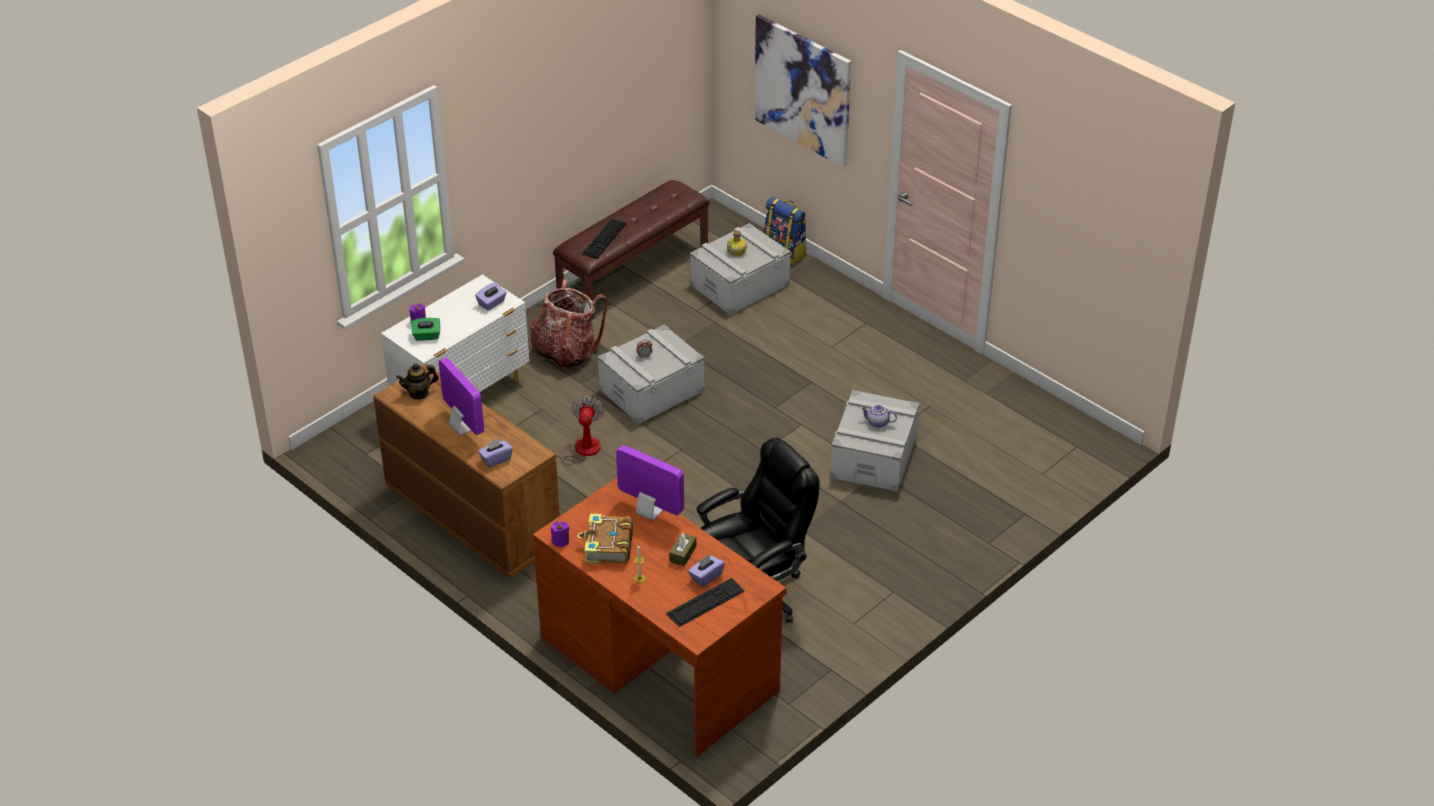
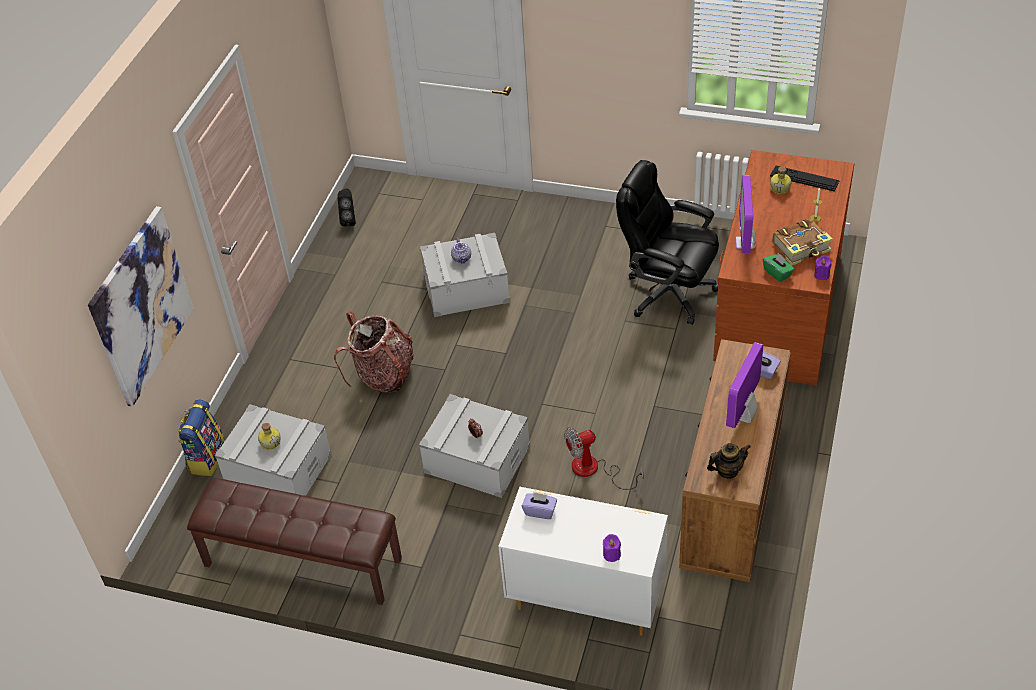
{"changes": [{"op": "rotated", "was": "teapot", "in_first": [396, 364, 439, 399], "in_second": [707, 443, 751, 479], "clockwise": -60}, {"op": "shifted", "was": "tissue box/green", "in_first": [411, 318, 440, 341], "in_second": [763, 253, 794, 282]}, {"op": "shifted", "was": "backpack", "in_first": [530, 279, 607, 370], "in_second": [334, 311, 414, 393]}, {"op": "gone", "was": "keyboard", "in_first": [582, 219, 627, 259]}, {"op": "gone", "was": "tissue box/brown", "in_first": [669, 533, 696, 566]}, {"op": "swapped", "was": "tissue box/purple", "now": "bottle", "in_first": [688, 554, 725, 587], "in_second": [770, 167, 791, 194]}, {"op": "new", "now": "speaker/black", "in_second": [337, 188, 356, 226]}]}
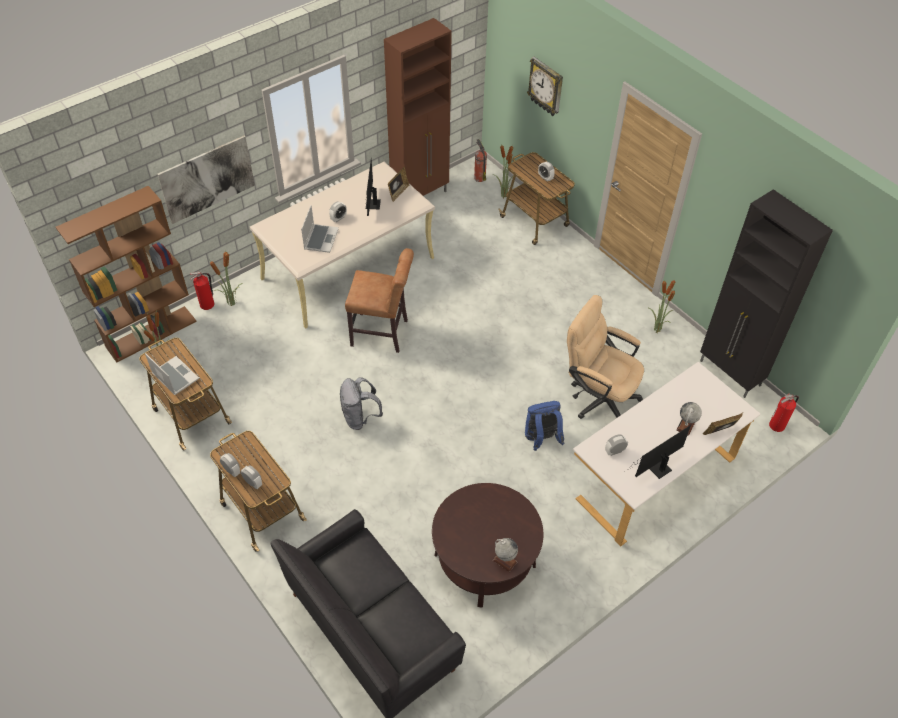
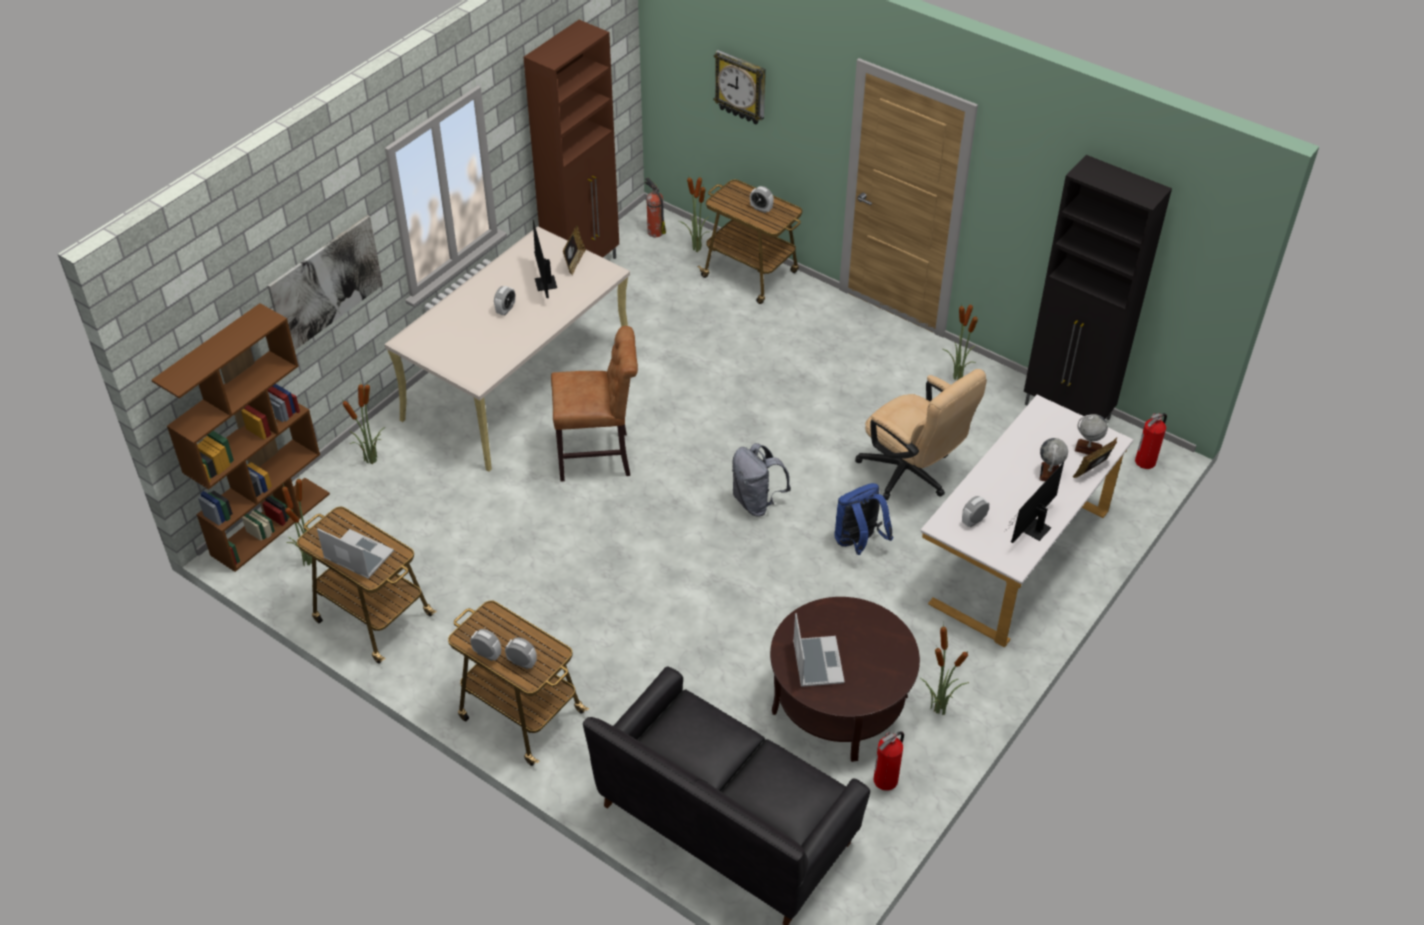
{"changes": [{"op": "shifted", "was": "fire extinguisher", "in_first": [190, 271, 214, 310], "in_second": [874, 731, 904, 791]}, {"op": "shifted", "was": "laptop", "in_first": [301, 205, 339, 253], "in_second": [793, 613, 845, 687]}, {"op": "shifted", "was": "backpack/grey", "in_first": [340, 377, 383, 430], "in_second": [732, 443, 791, 516]}, {"op": "shifted", "was": "globe", "in_first": [493, 538, 518, 572], "in_second": [1075, 414, 1108, 455]}, {"op": "rotated", "was": "office chair/beige", "in_first": [567, 295, 644, 419], "in_second": [855, 369, 987, 500], "clockwise": -150}, {"op": "new", "now": "potted plant", "in_second": [920, 625, 969, 715]}]}
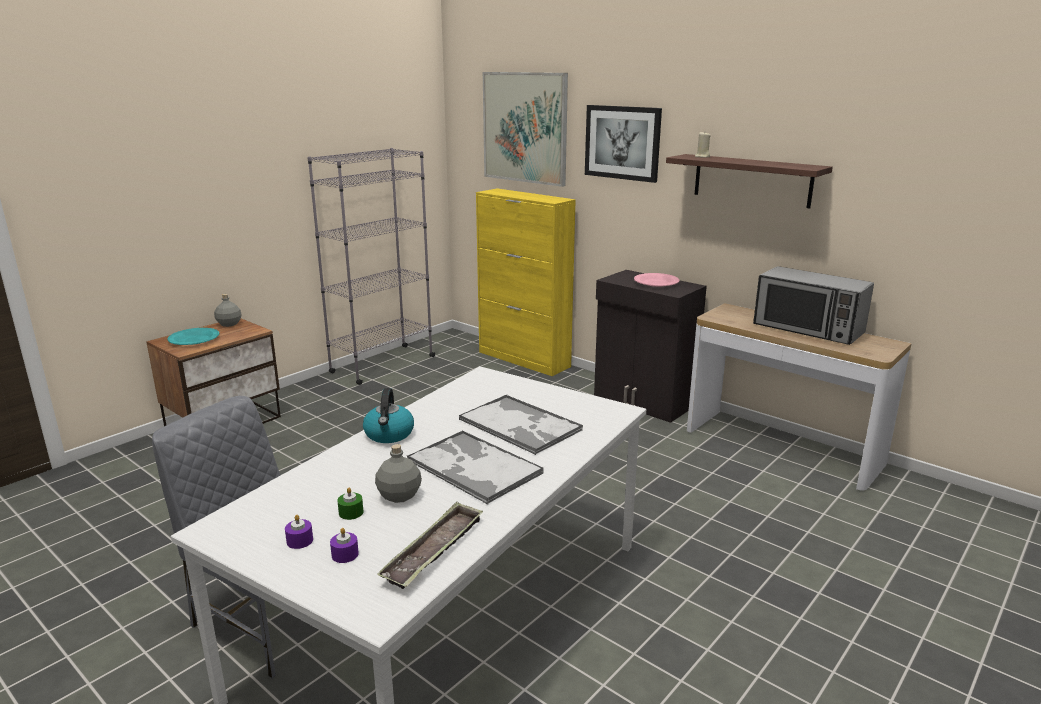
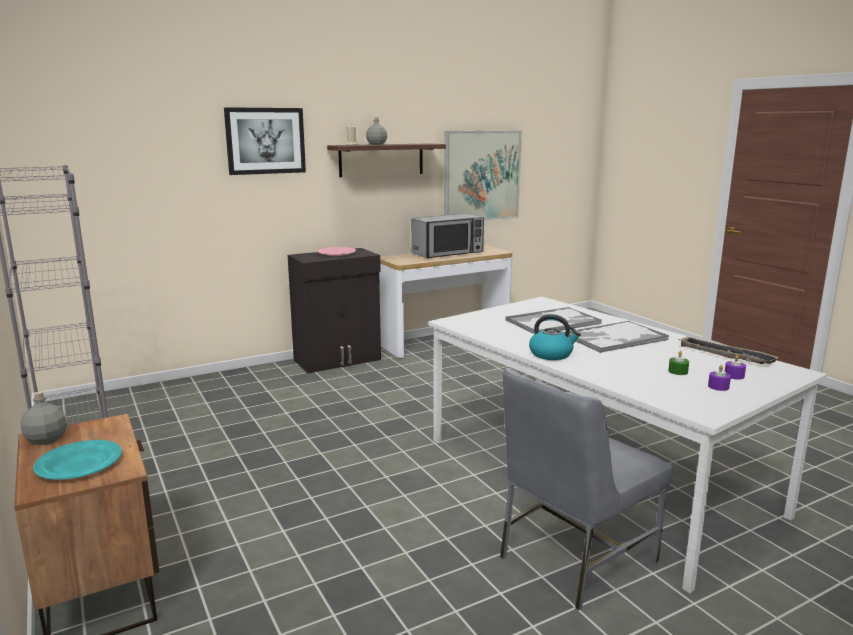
{"changes": [{"op": "shifted", "was": "bottle/grey", "in_first": [375, 444, 422, 503], "in_second": [366, 117, 387, 145]}, {"op": "gone", "was": "cabinet/yellow", "in_first": [476, 188, 576, 376]}, {"op": "shifted", "was": "picture", "in_first": [483, 72, 568, 187], "in_second": [444, 130, 522, 220]}]}
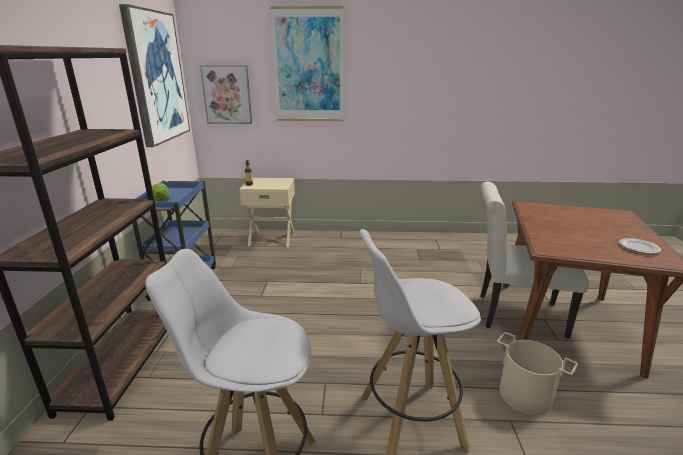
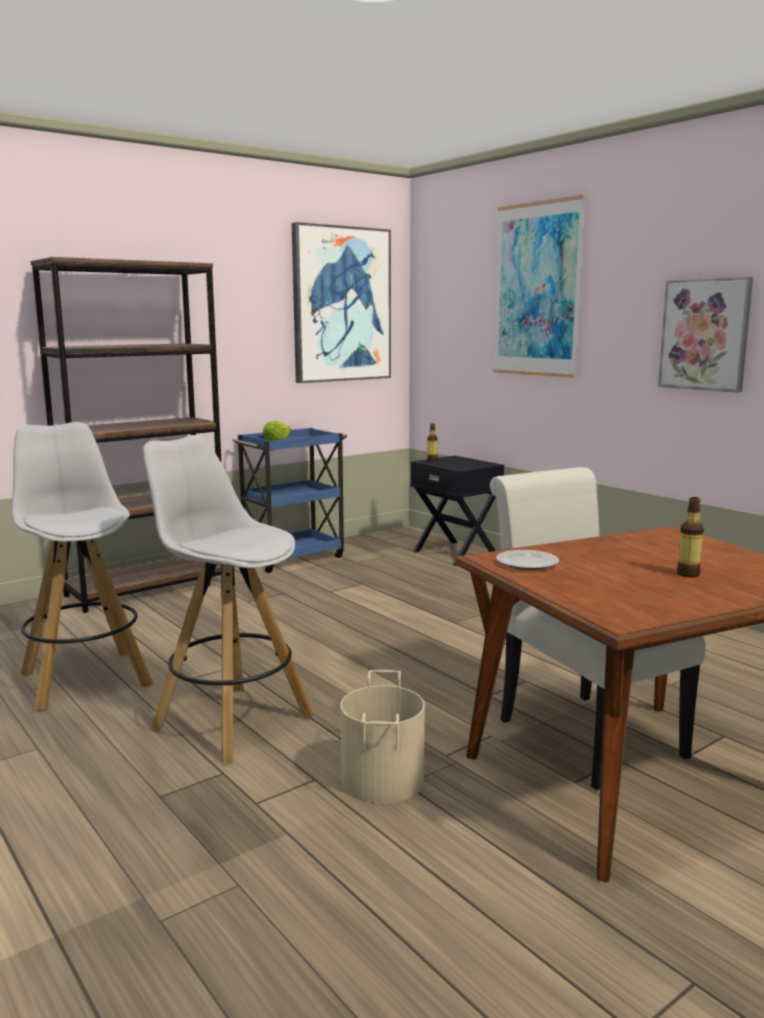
{"changes": [{"op": "shifted", "was": "picture", "in_first": [200, 65, 252, 124], "in_second": [658, 277, 753, 393]}, {"op": "repainted", "was": "nightstand/beige", "now": "nightstand/black", "in_first": [239, 178, 295, 247], "in_second": [410, 456, 504, 566]}, {"op": "shifted", "was": "plate", "in_first": [619, 238, 661, 254], "in_second": [496, 550, 559, 570]}, {"op": "new", "now": "bottle", "in_second": [677, 497, 704, 577]}]}
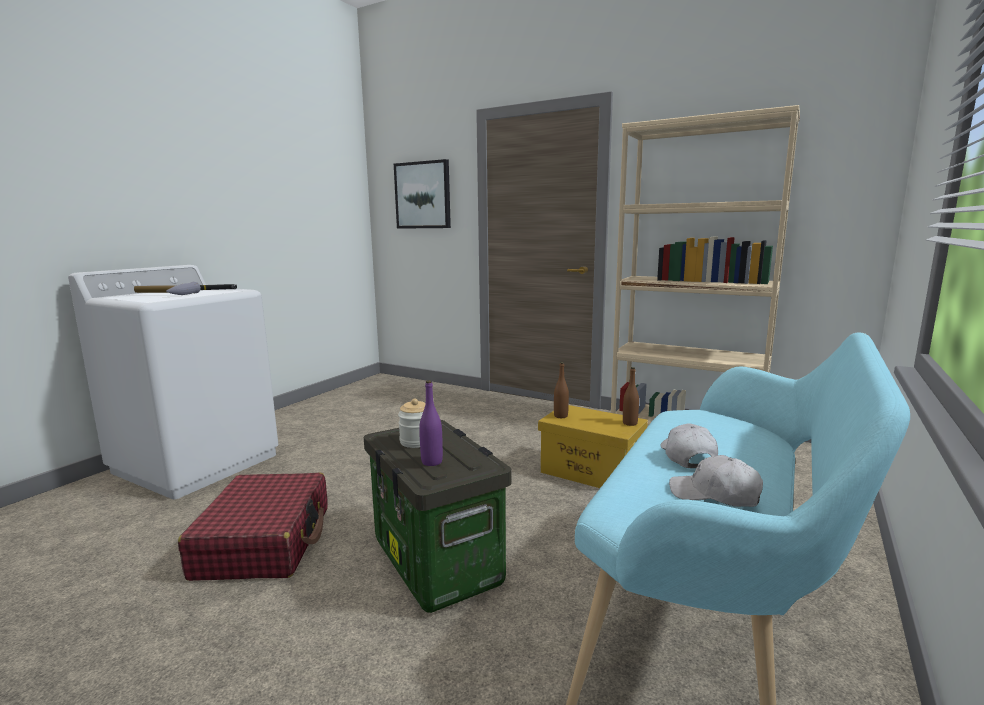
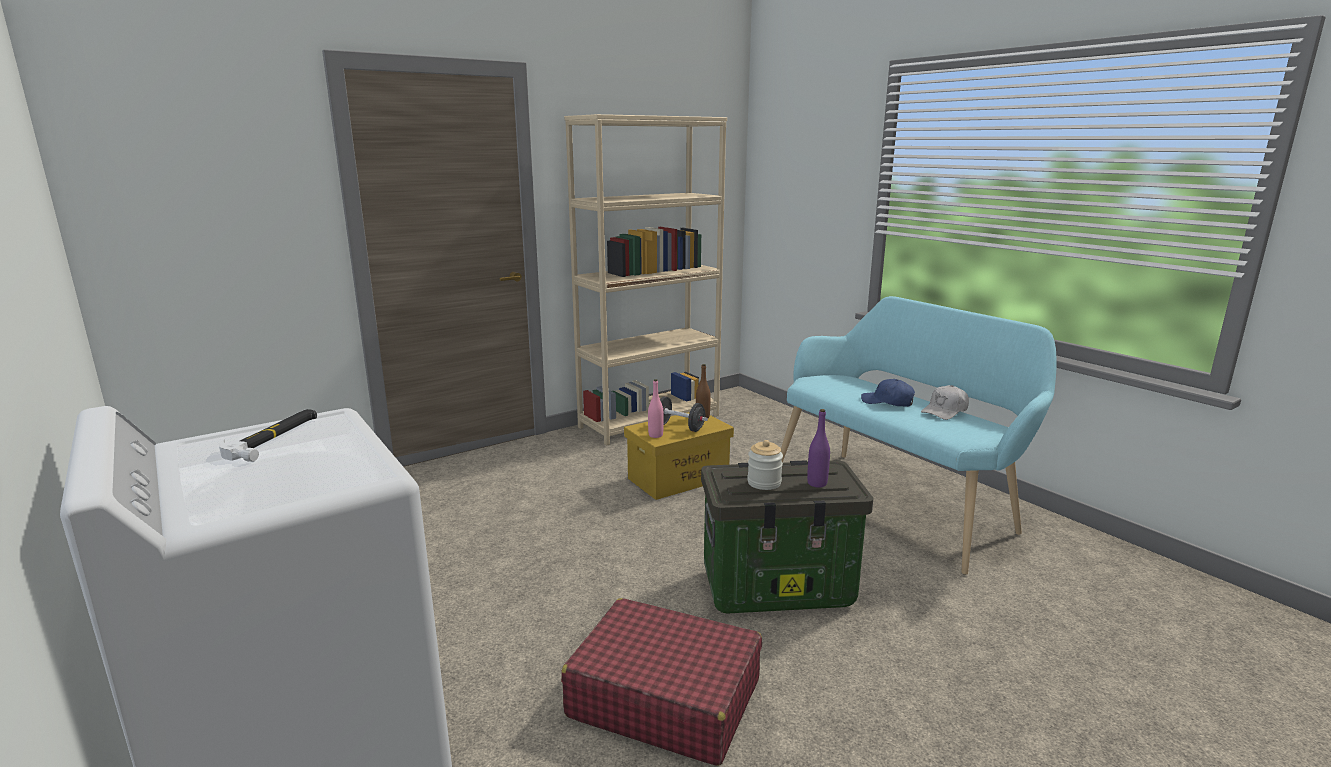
{"changes": [{"op": "gone", "was": "hammer", "in_first": [134, 282, 201, 295]}, {"op": "gone", "was": "picture", "in_first": [394, 159, 451, 229]}, {"op": "repainted", "was": "bottle/brown", "now": "bottle/pink", "in_first": [554, 362, 569, 418], "in_second": [648, 379, 664, 438]}, {"op": "repainted", "was": "cap/white", "now": "cap/blue", "in_first": [661, 423, 718, 469], "in_second": [861, 379, 915, 407]}, {"op": "new", "now": "dumbbell/black", "in_second": [660, 397, 708, 432]}]}
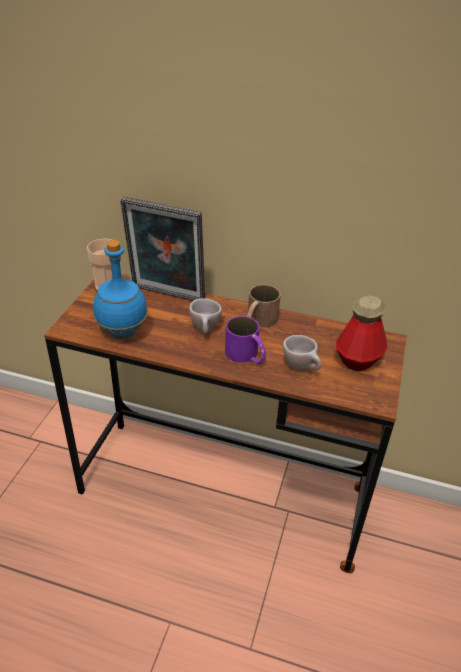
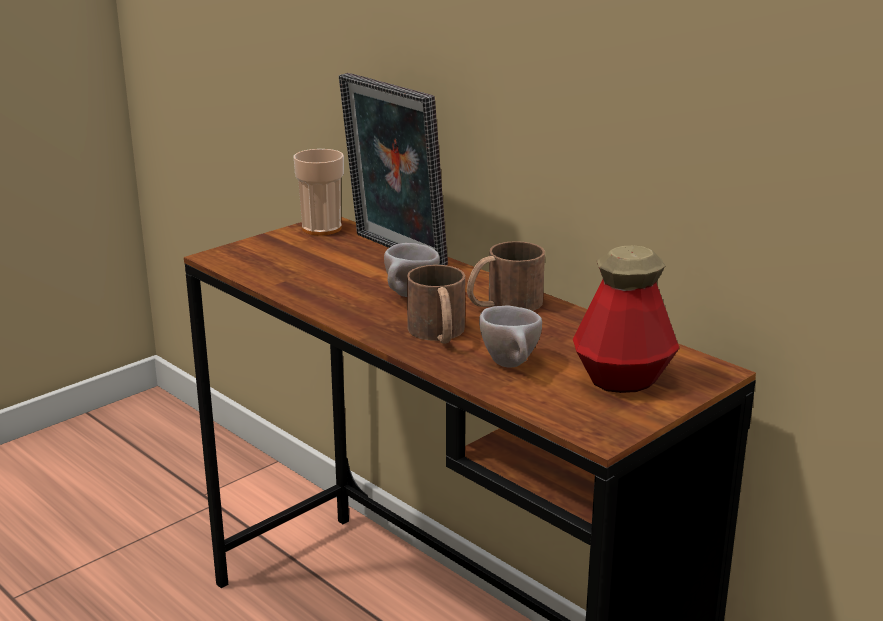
{"changes": [{"op": "gone", "was": "bottle/blue", "in_first": [93, 240, 148, 340]}, {"op": "repainted", "was": "mug/purple", "now": "mug/brown", "in_first": [225, 316, 266, 364], "in_second": [407, 265, 465, 344]}]}
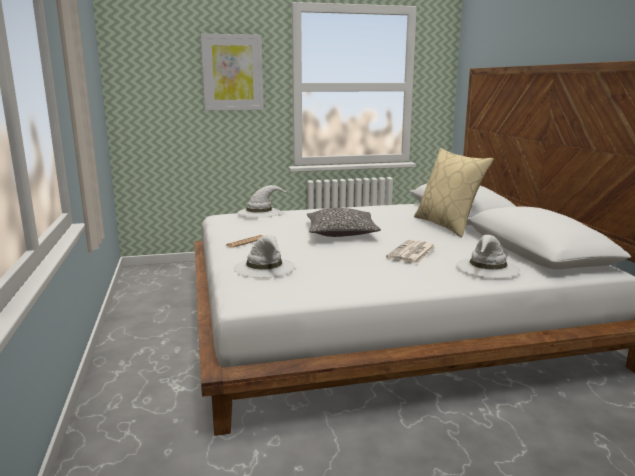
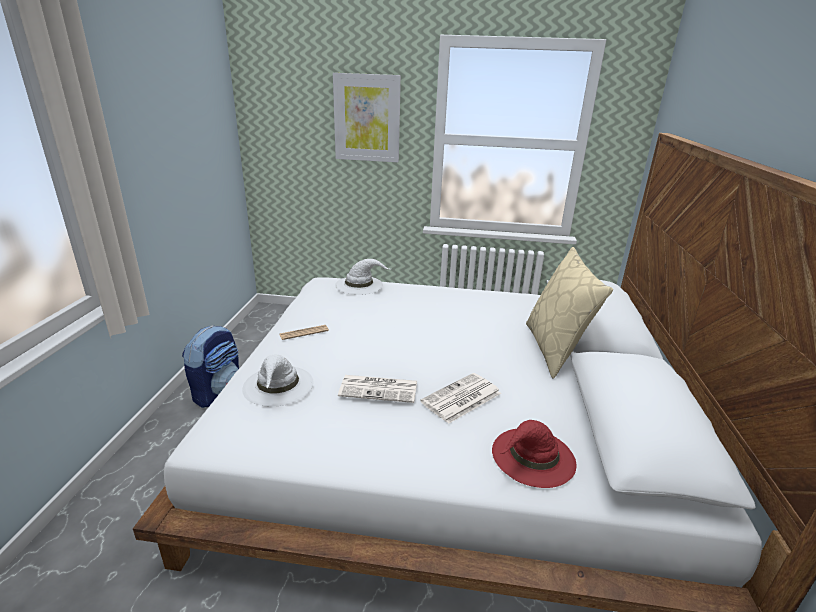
{"changes": [{"op": "gone", "was": "pillow", "in_first": [307, 208, 381, 237]}, {"op": "repainted", "was": "hat/white", "now": "hat/red", "in_first": [456, 235, 520, 278], "in_second": [492, 420, 576, 488]}, {"op": "new", "now": "backpack", "in_second": [182, 325, 239, 408]}, {"op": "new", "now": "newspaper", "in_second": [338, 375, 417, 403]}]}
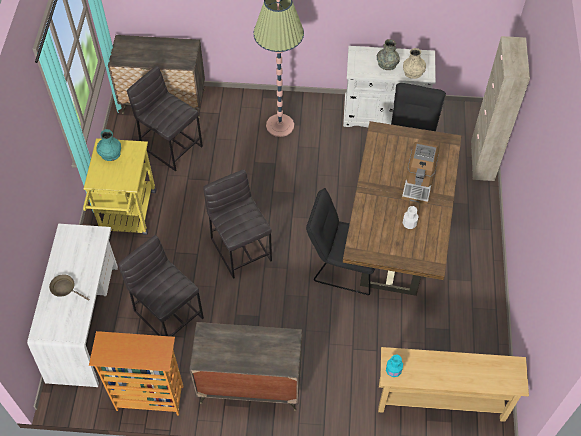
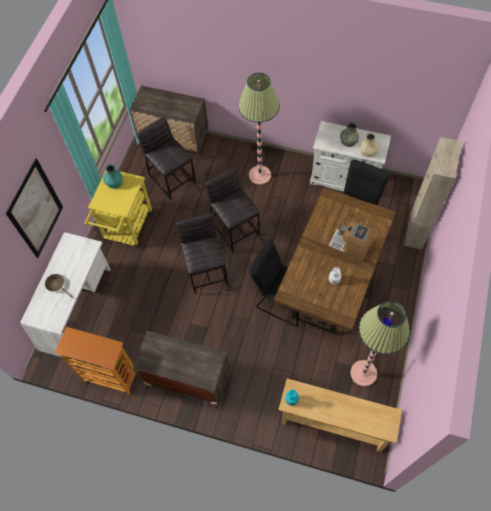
{"changes": [{"op": "shifted", "was": "stool/grey", "in_first": [118, 235, 204, 337], "in_second": [205, 167, 260, 251]}, {"op": "rotated", "was": "coffee machine", "in_first": [402, 142, 439, 205], "in_second": [328, 222, 375, 261], "clockwise": 90}, {"op": "new", "now": "picture", "in_second": [6, 158, 63, 258]}, {"op": "new", "now": "floor lamp", "in_second": [350, 301, 410, 386]}]}
